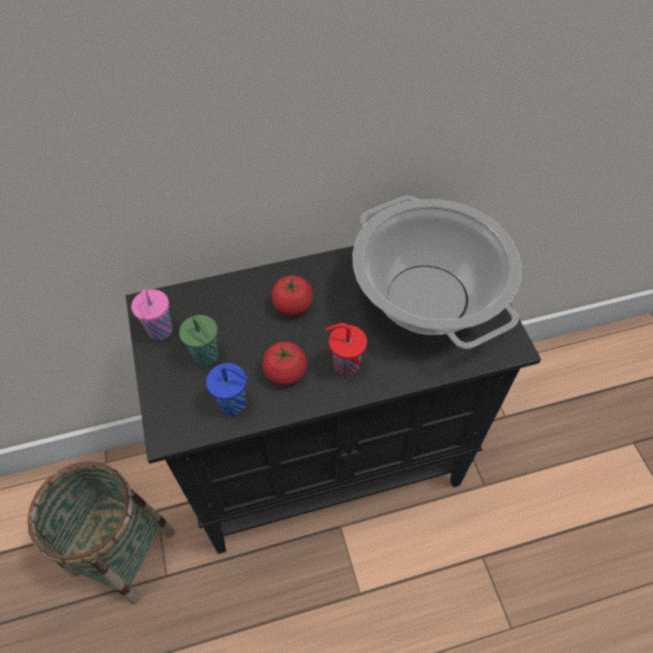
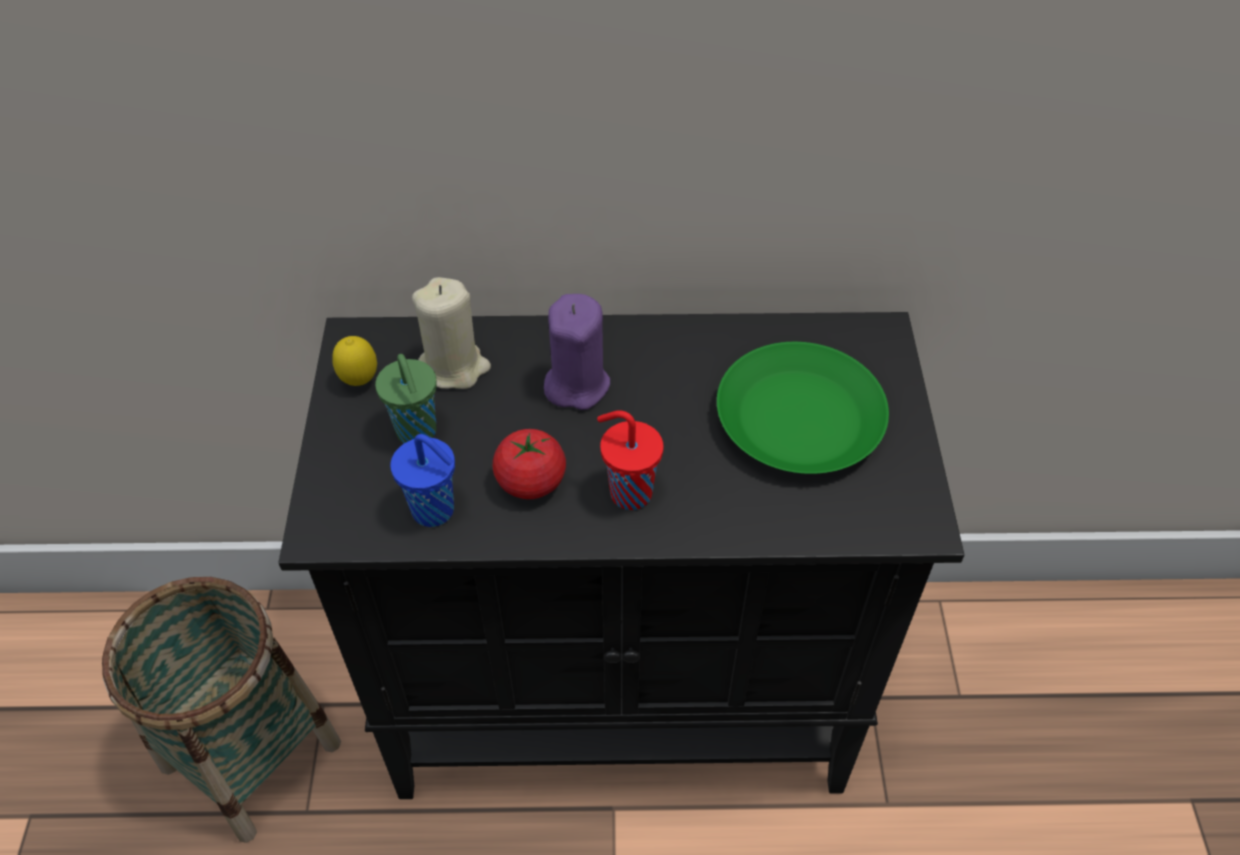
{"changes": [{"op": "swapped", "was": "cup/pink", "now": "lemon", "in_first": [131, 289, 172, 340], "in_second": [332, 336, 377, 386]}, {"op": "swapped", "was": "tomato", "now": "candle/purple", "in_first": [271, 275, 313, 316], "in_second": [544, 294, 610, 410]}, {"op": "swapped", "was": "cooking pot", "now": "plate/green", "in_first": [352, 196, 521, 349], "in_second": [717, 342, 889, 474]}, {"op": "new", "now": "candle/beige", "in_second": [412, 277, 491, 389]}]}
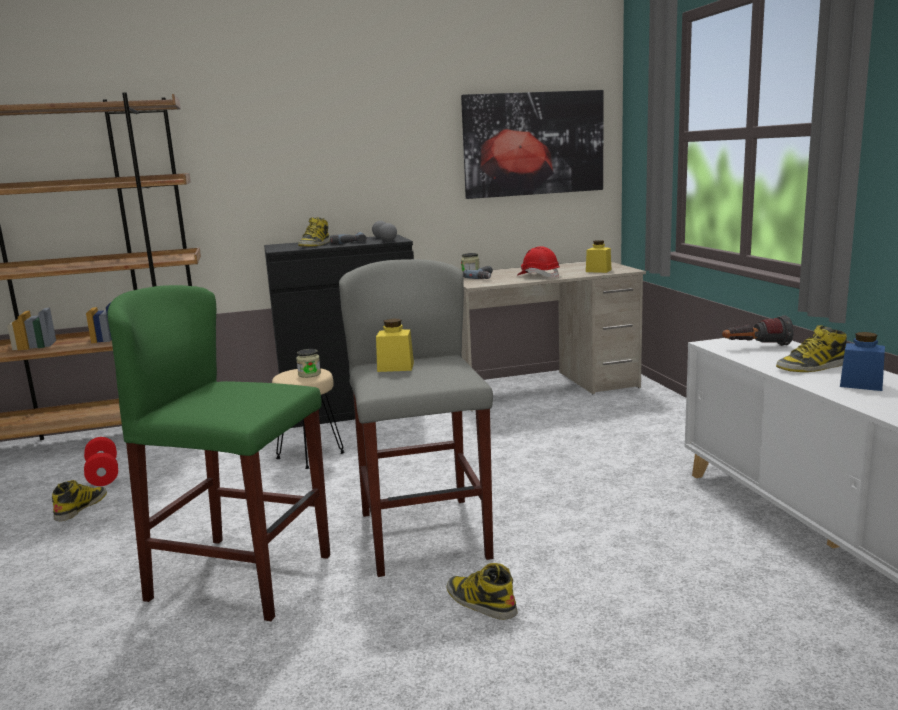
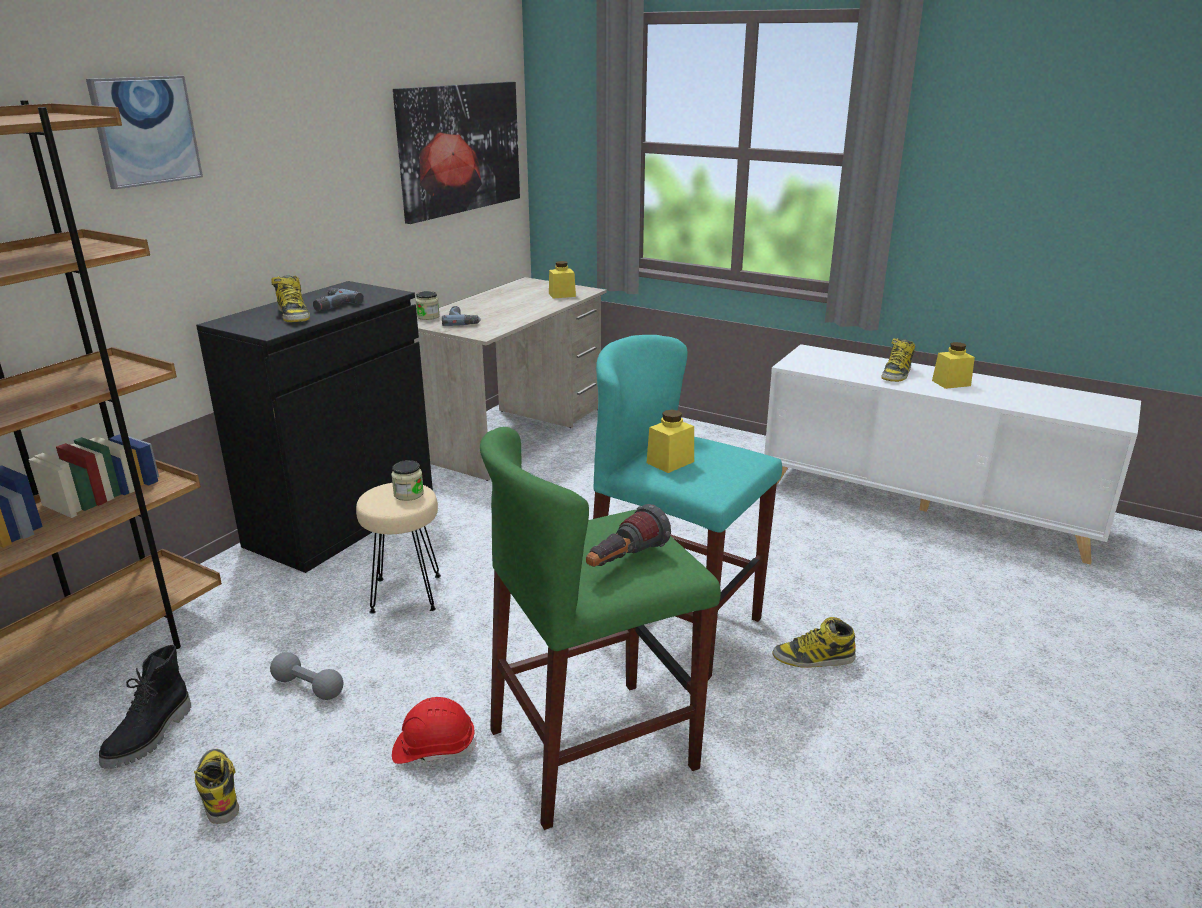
{"changes": [{"op": "swapped", "was": "dumbbell/red", "now": "boot/black", "in_first": [84, 437, 118, 486], "in_second": [99, 645, 191, 769]}, {"op": "repainted", "was": "stool/grey", "now": "stool/turquoise", "in_first": [339, 259, 493, 577], "in_second": [593, 335, 782, 680]}, {"op": "shifted", "was": "dumbbell/grey", "in_first": [372, 221, 397, 241], "in_second": [270, 652, 343, 700]}, {"op": "shifted", "was": "hard hat/red", "in_first": [517, 246, 560, 278], "in_second": [392, 697, 477, 764]}, {"op": "shifted", "was": "flashlight", "in_first": [722, 315, 794, 346], "in_second": [586, 504, 671, 567]}, {"op": "repainted", "was": "jar/blue", "now": "jar/yellow", "in_first": [840, 332, 885, 391], "in_second": [932, 342, 975, 389]}, {"op": "new", "now": "picture", "in_second": [86, 76, 203, 189]}]}
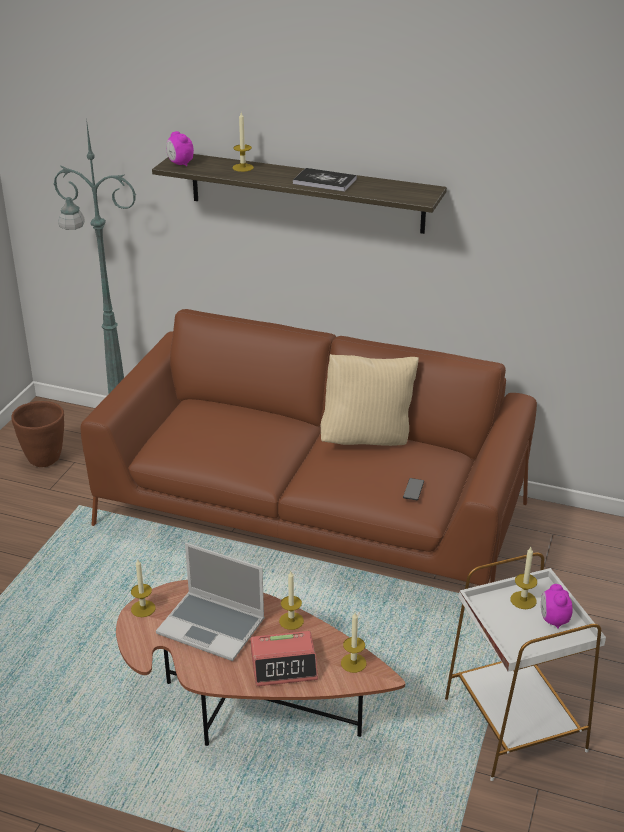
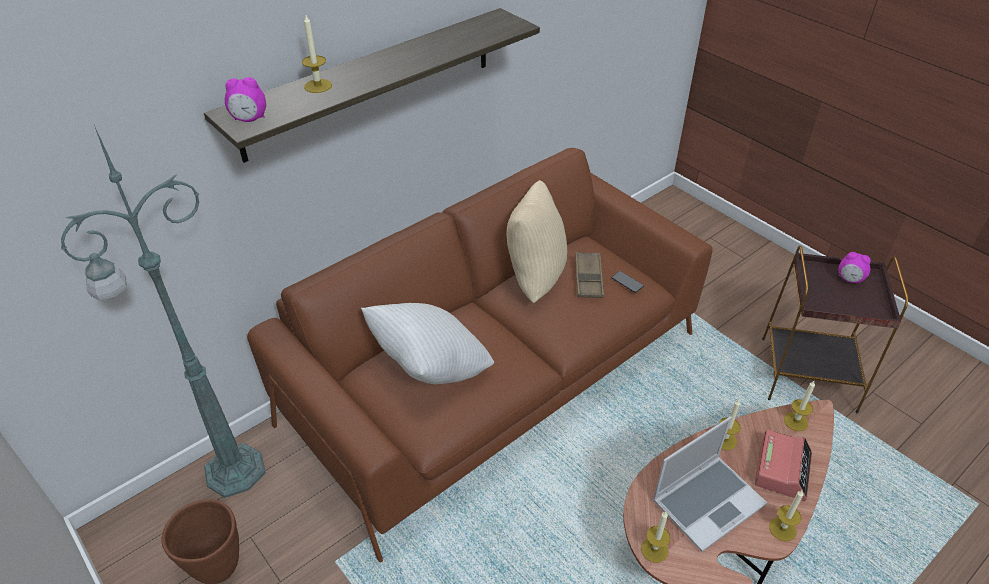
{"changes": [{"op": "gone", "was": "book", "in_first": [293, 168, 357, 192]}, {"op": "repainted", "was": "side table/white", "now": "side table/brown", "in_first": [444, 552, 606, 781], "in_second": [762, 246, 908, 413]}, {"op": "shifted", "was": "candle", "in_first": [511, 547, 537, 609], "in_second": [769, 490, 803, 541]}, {"op": "new", "now": "pillow/white", "in_second": [361, 303, 494, 384]}, {"op": "new", "now": "tray/brown", "in_second": [575, 252, 604, 298]}]}
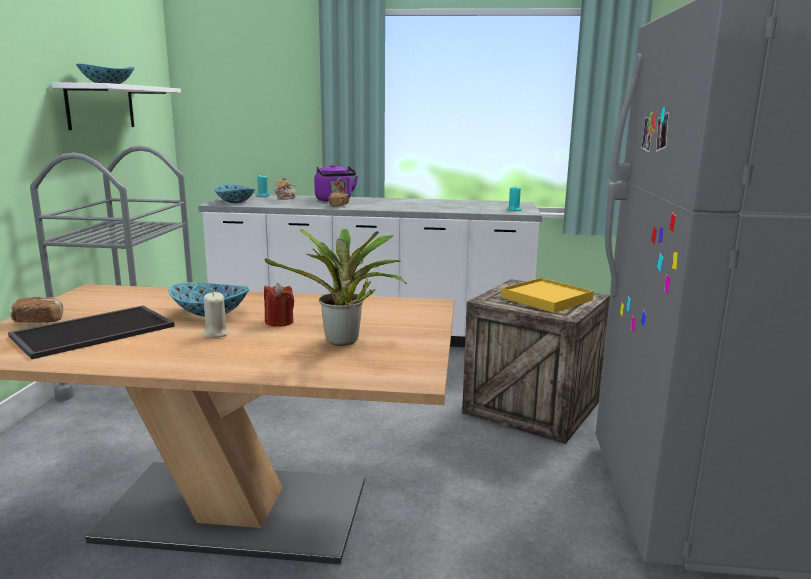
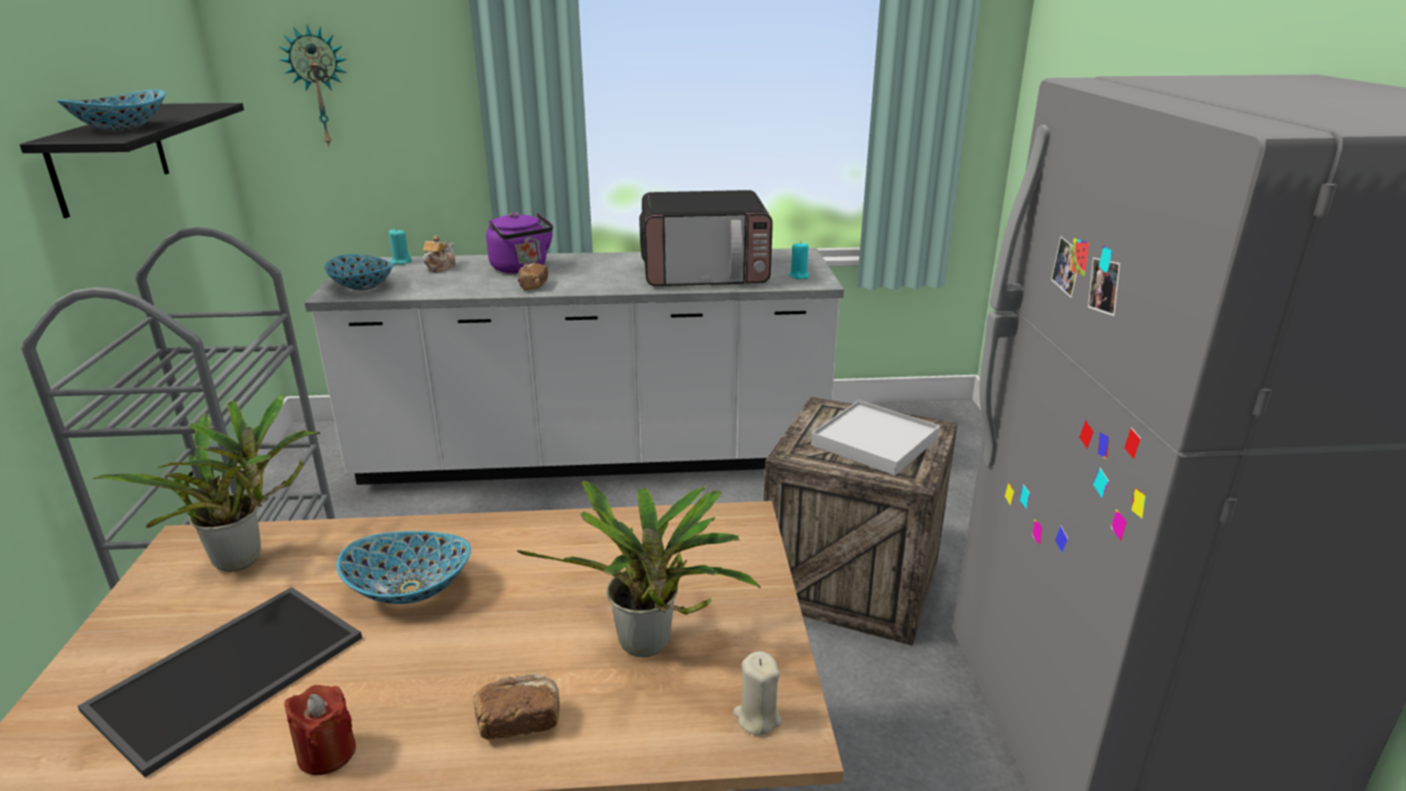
{"changes": [{"op": "shifted", "was": "bread", "in_first": [11, 296, 63, 323], "in_second": [473, 674, 560, 740]}, {"op": "repainted", "was": "shelf/white", "now": "shelf/black", "in_first": [52, 82, 181, 130], "in_second": [20, 103, 244, 218]}, {"op": "shifted", "was": "candle/beige", "in_first": [203, 292, 229, 338], "in_second": [733, 651, 782, 735]}, {"op": "shifted", "was": "candle/red", "in_first": [264, 283, 294, 327], "in_second": [284, 685, 356, 775]}, {"op": "repainted", "was": "tray/yellow", "now": "tray/white", "in_first": [501, 278, 594, 313], "in_second": [811, 400, 940, 475]}, {"op": "new", "now": "potted plant", "in_second": [92, 394, 320, 572]}, {"op": "new", "now": "wall clock", "in_second": [279, 25, 347, 146]}, {"op": "new", "now": "microwave", "in_second": [639, 190, 773, 286]}]}
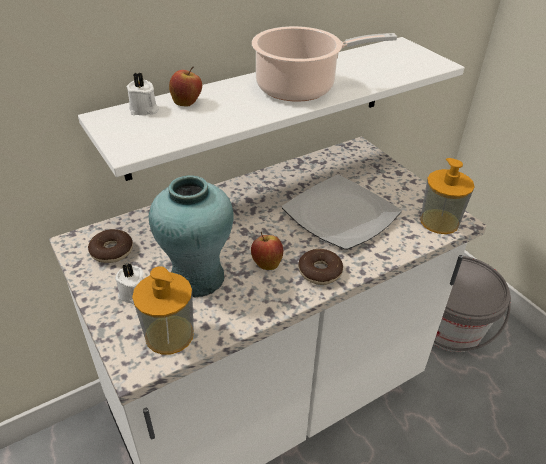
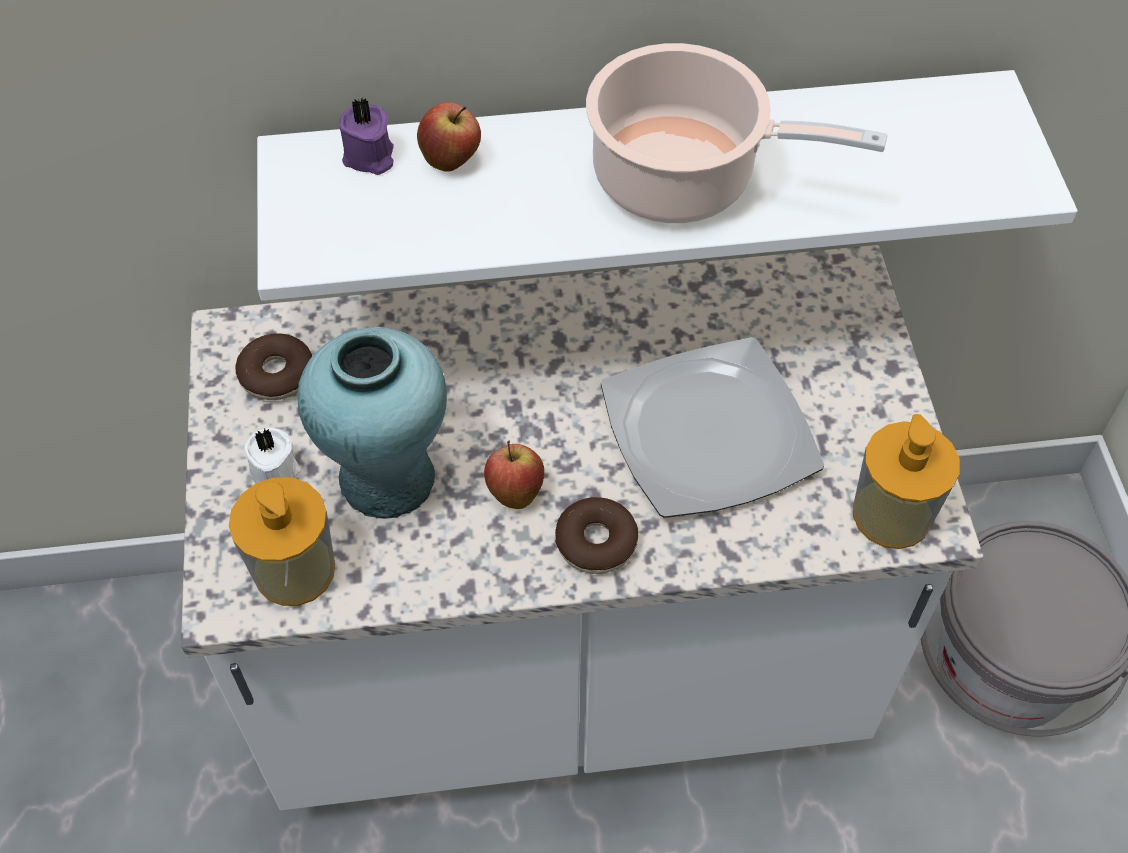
{"changes": [{"op": "repainted", "was": "candle/white", "now": "candle/purple", "in_first": [127, 72, 159, 115], "in_second": [339, 98, 394, 175]}]}
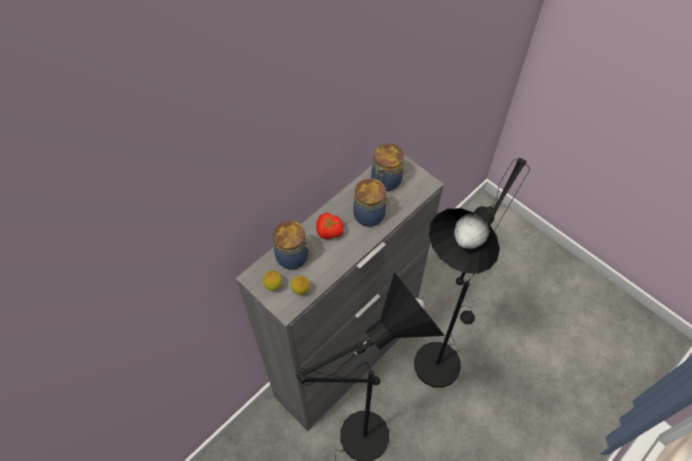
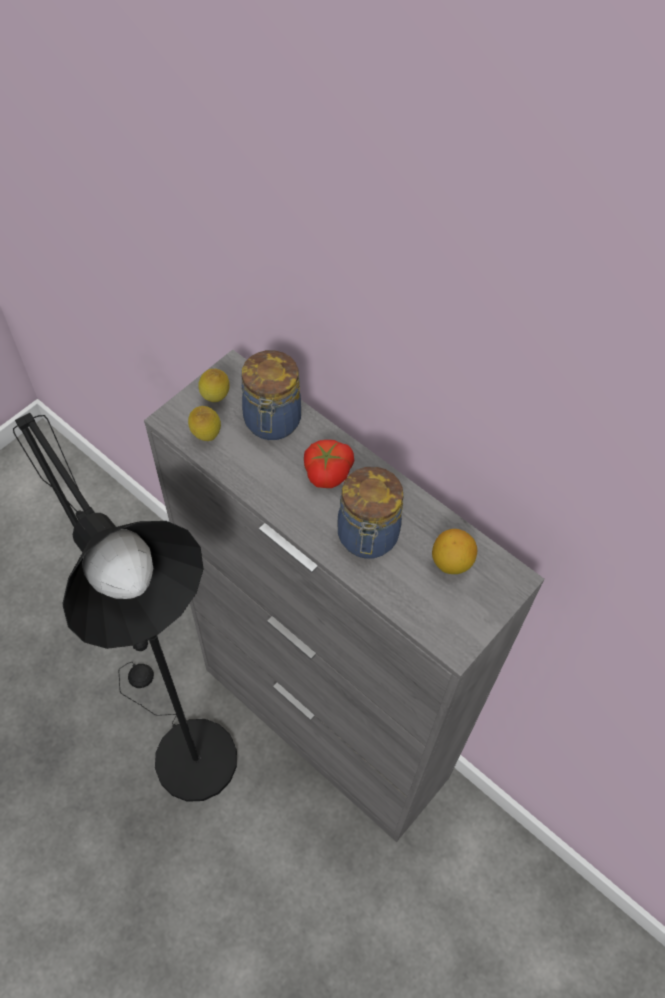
{"changes": [{"op": "swapped", "was": "jar", "now": "lemon", "in_first": [371, 143, 404, 191], "in_second": [432, 529, 477, 574]}, {"op": "gone", "was": "floor lamp/black", "in_first": [414, 158, 530, 388]}]}
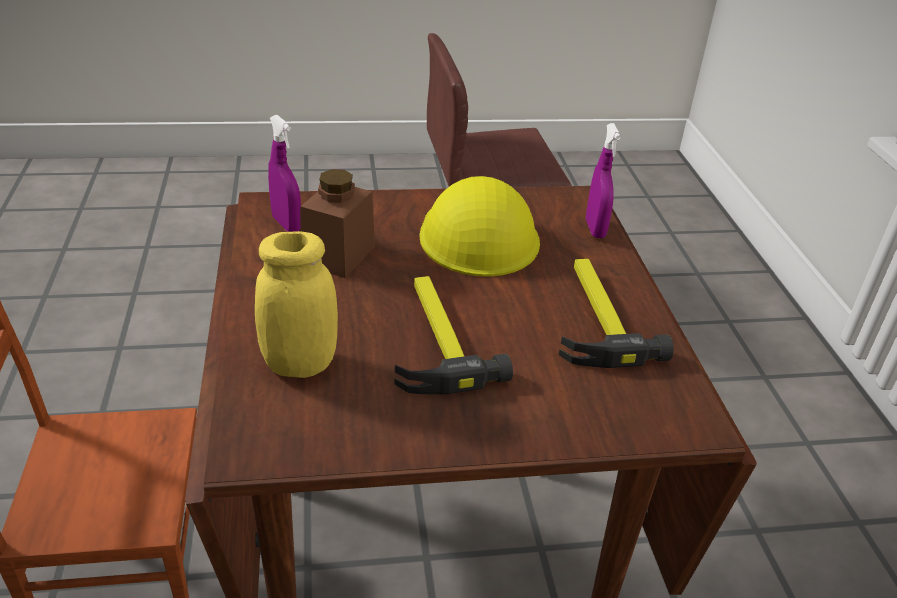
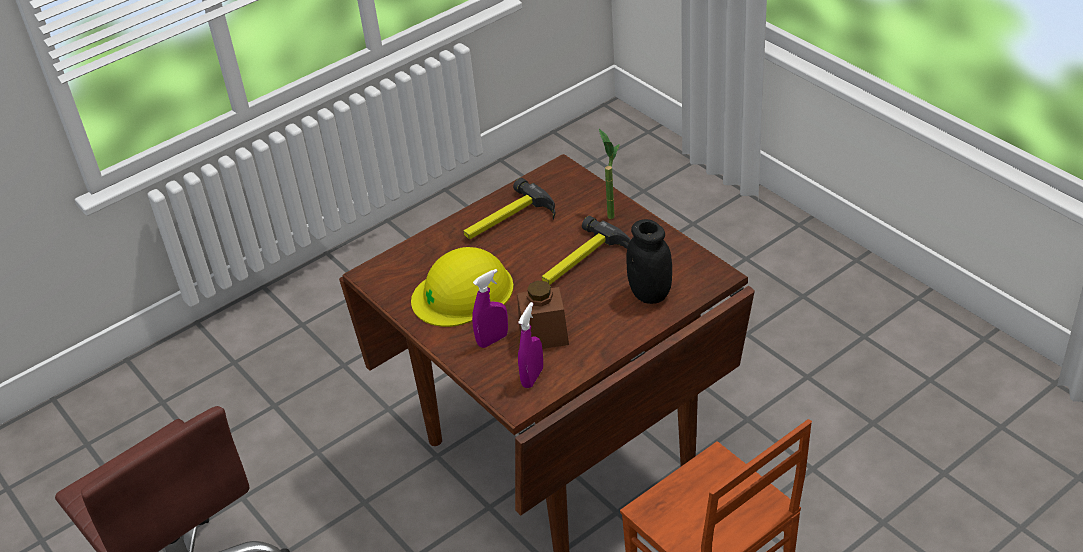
{"changes": [{"op": "repainted", "was": "jar/yellow", "now": "jar/black", "in_first": [255, 231, 338, 378], "in_second": [626, 219, 672, 304]}, {"op": "shifted", "was": "spray bottle/purple", "in_first": [586, 123, 621, 238], "in_second": [472, 269, 508, 348]}, {"op": "new", "now": "potted plant", "in_second": [599, 129, 620, 219]}]}
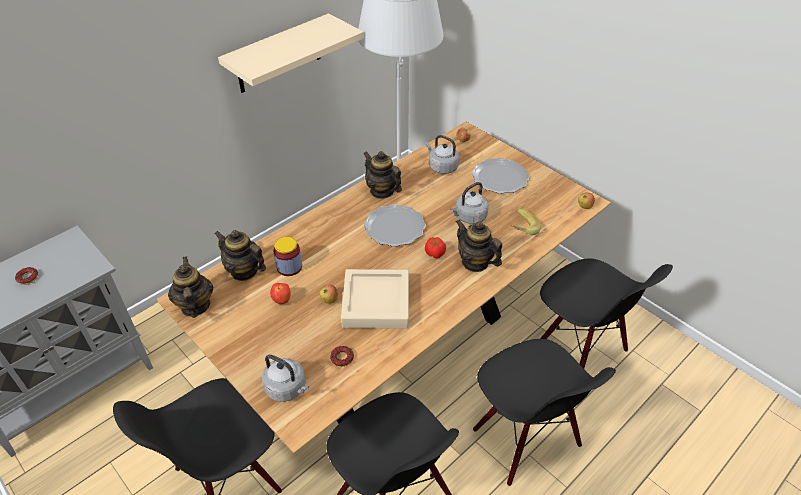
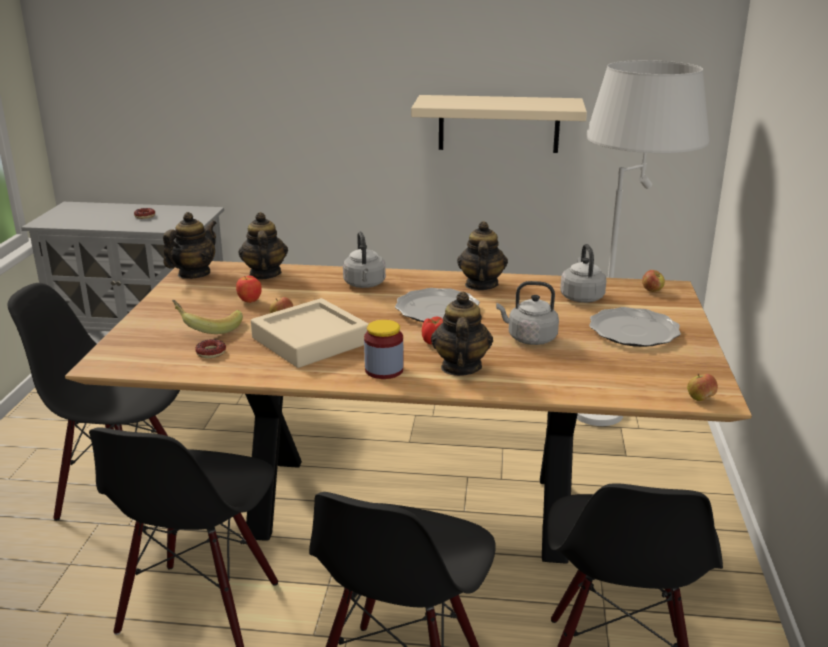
{"changes": [{"op": "shifted", "was": "kettle/grey", "in_first": [262, 355, 309, 402], "in_second": [343, 232, 386, 288]}, {"op": "shifted", "was": "jar", "in_first": [273, 237, 302, 276], "in_second": [364, 320, 403, 379]}, {"op": "shifted", "was": "banana", "in_first": [511, 209, 541, 235], "in_second": [172, 300, 243, 334]}]}
